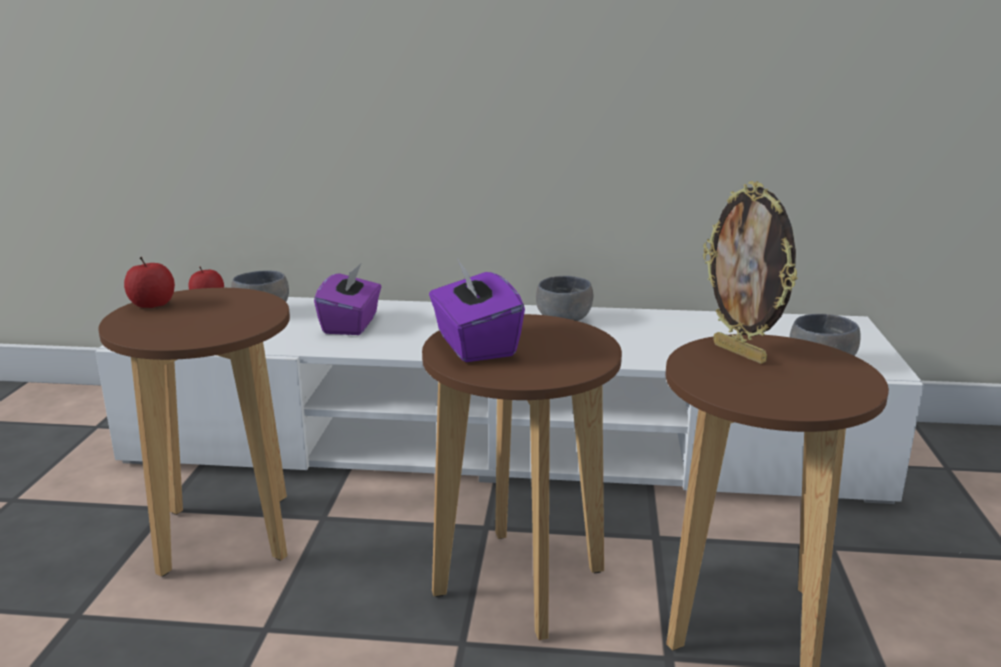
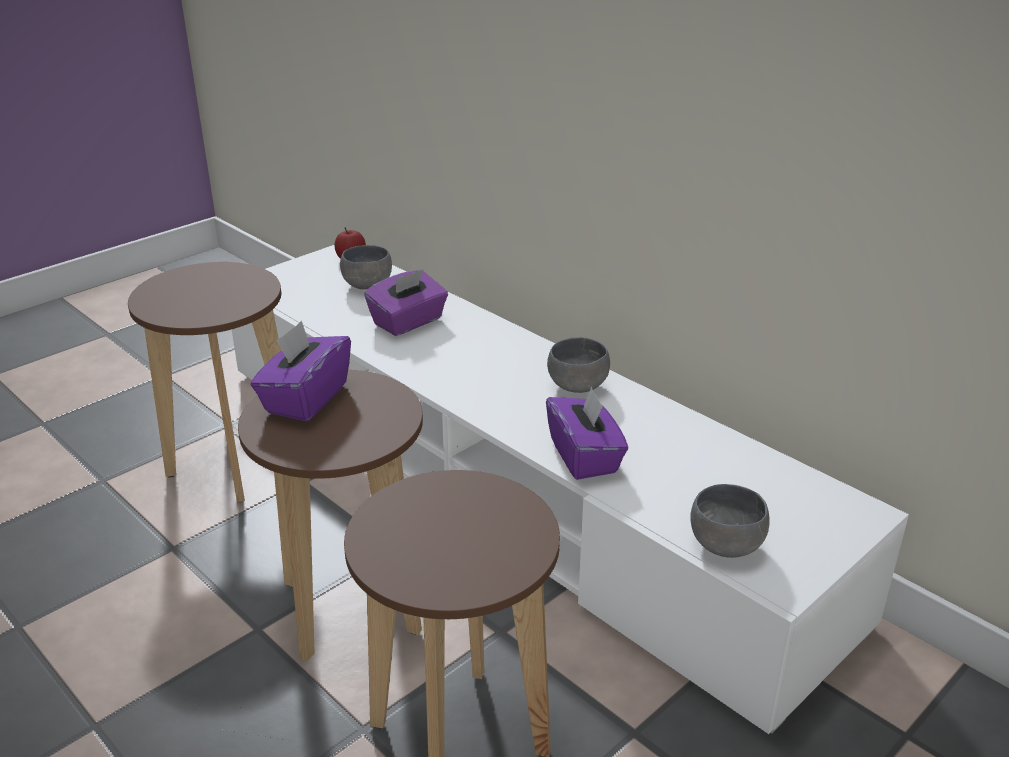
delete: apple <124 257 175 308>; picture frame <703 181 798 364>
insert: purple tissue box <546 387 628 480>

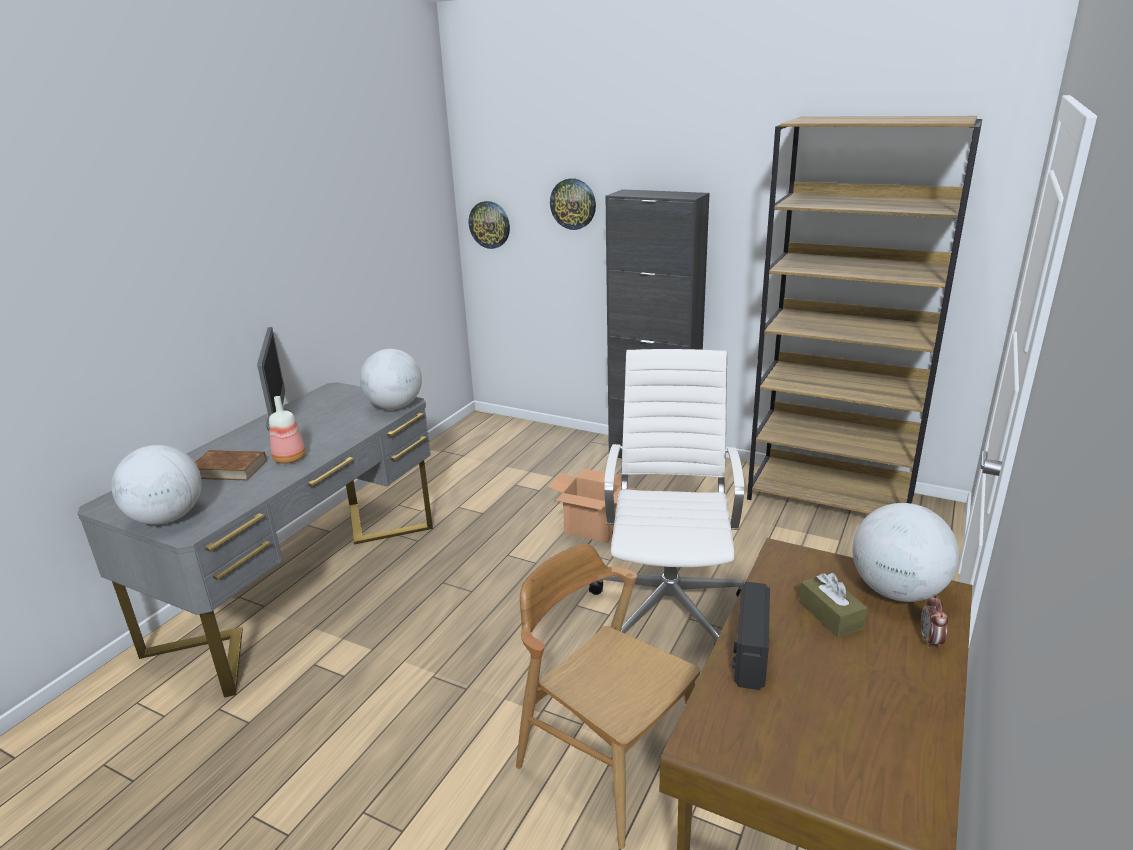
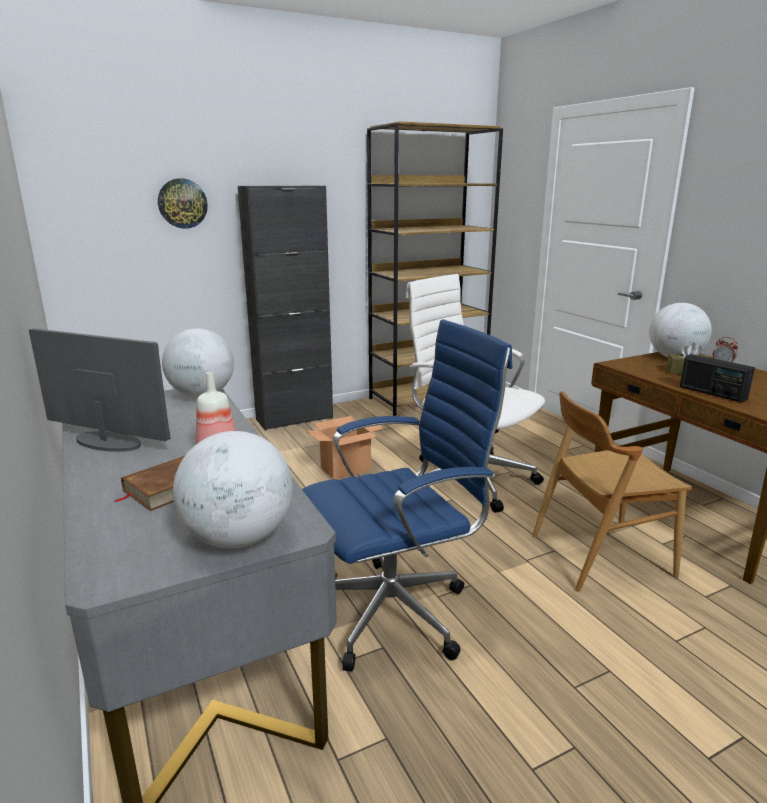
delete: wall clock <469 201 510 249>
insert: blue office chair <302 319 512 672>

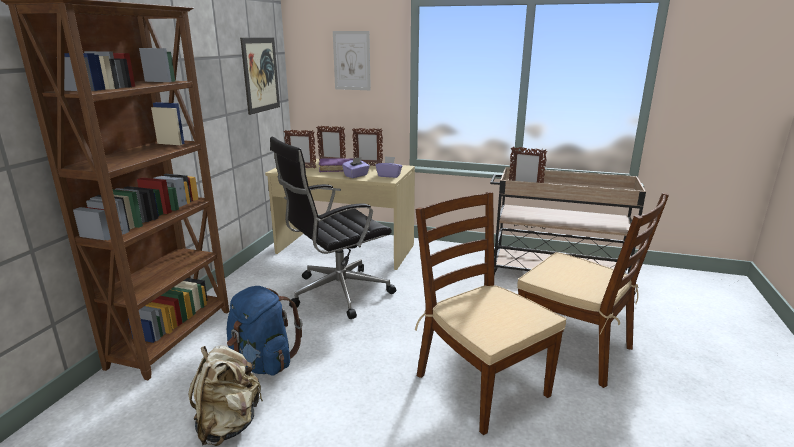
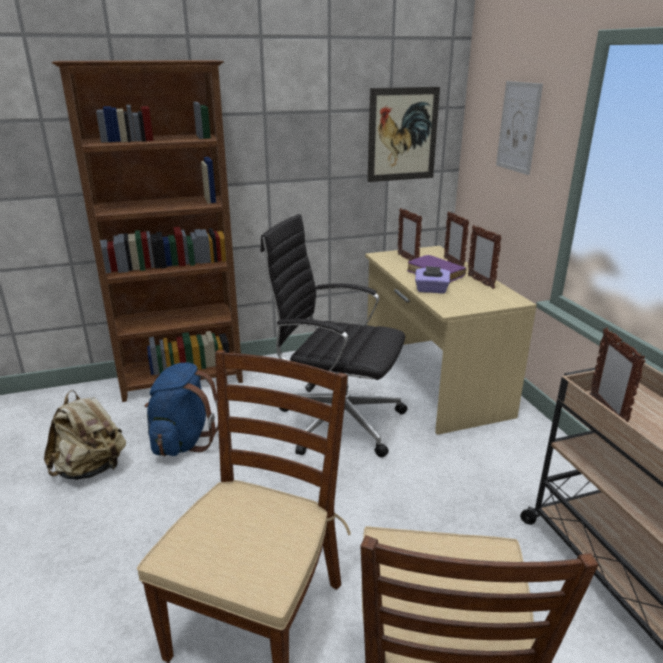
delete: purple tissue box <375 156 402 178>

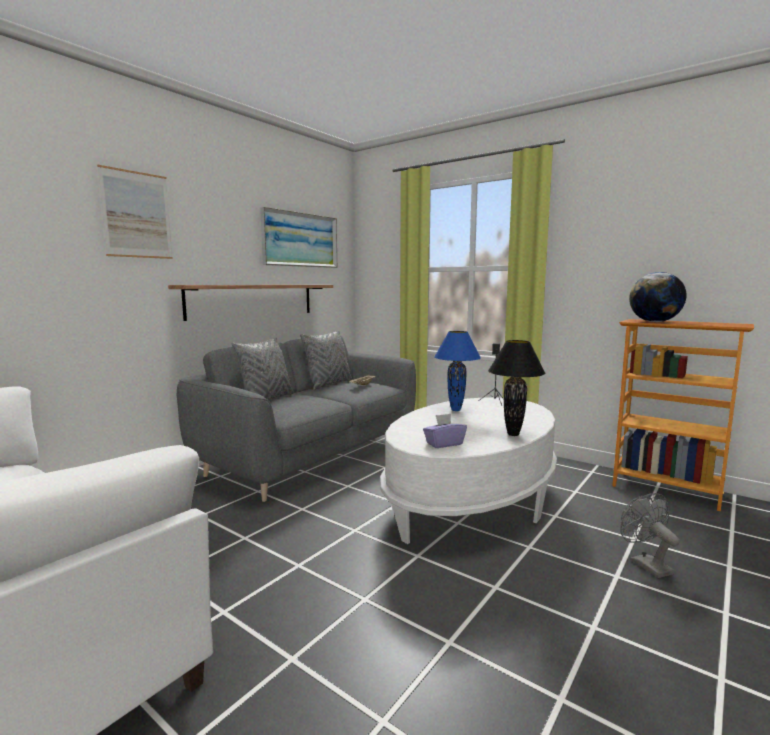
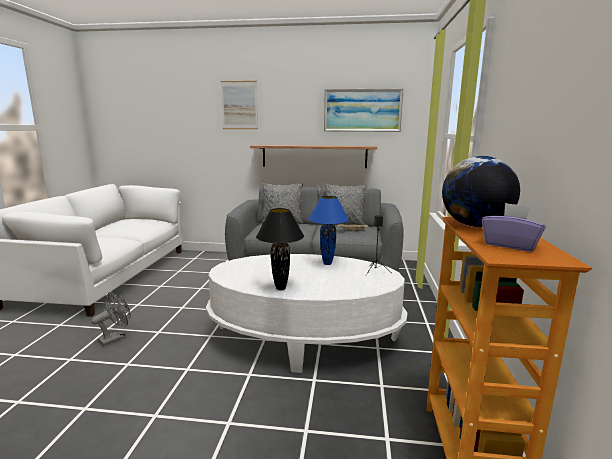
move: purple tissue box <423 413 467 448> to <482 203 546 252>; grey fan <620 493 680 578> to <91 292 131 346>

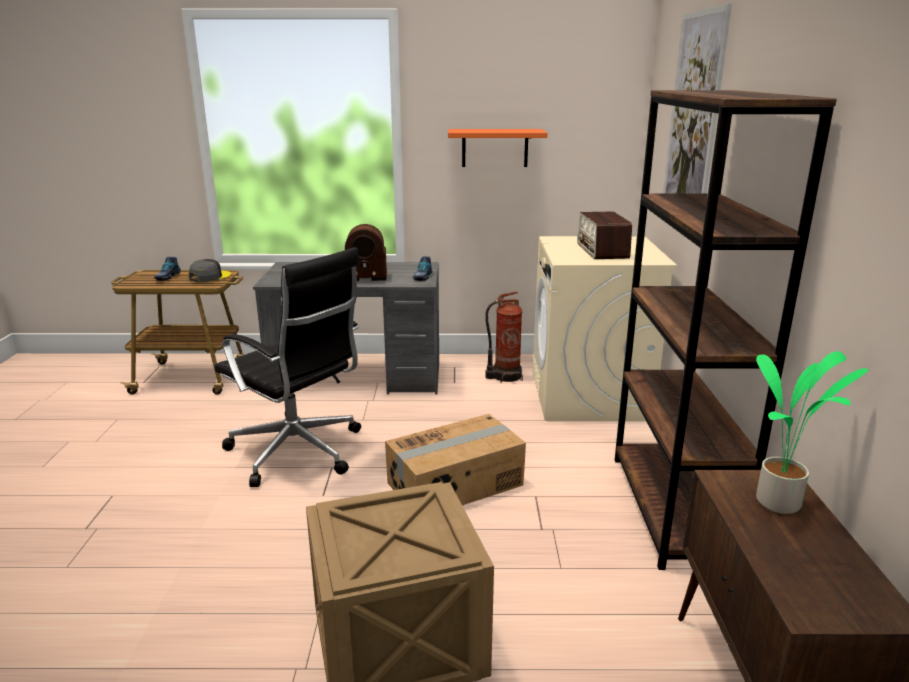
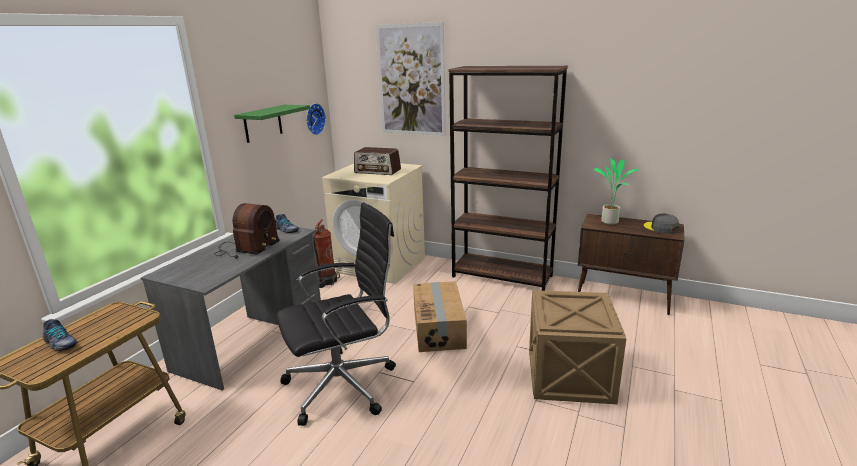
insert: wall clock <306 103 326 135>
move: grey cap <189 259 231 282> to <644 213 680 234>
recolor: orange shelf <448 129 548 167> to green shelf <234 105 310 143>

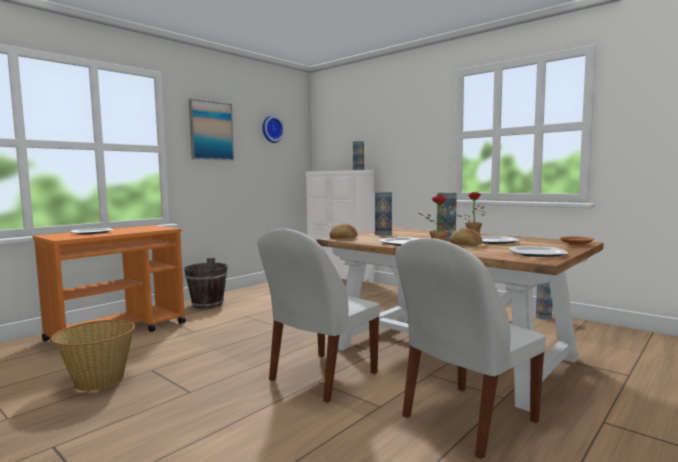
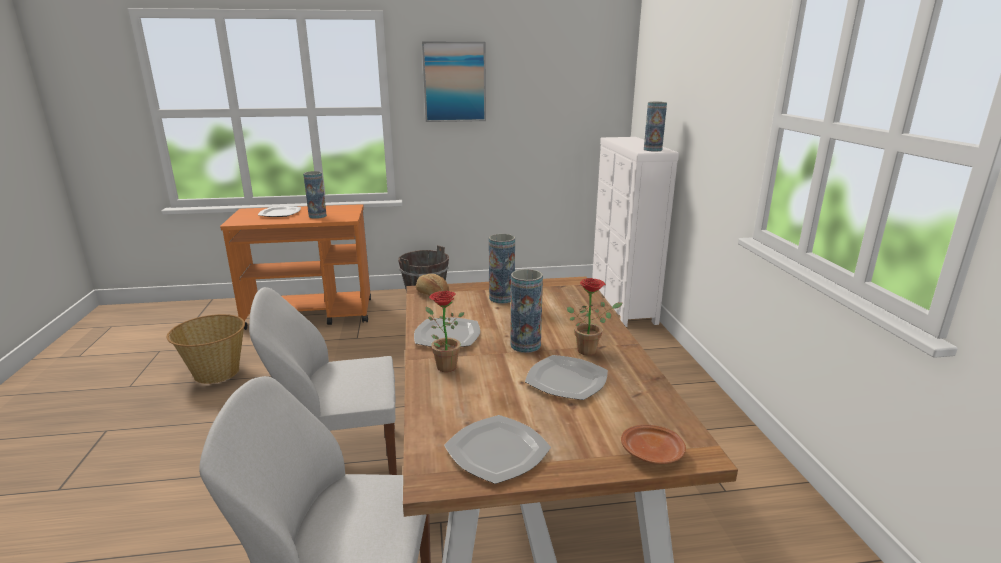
delete: wall clock <262 115 284 143>; bread <450 228 482 245>
move: vase <536 282 552 319> to <303 171 327 219>

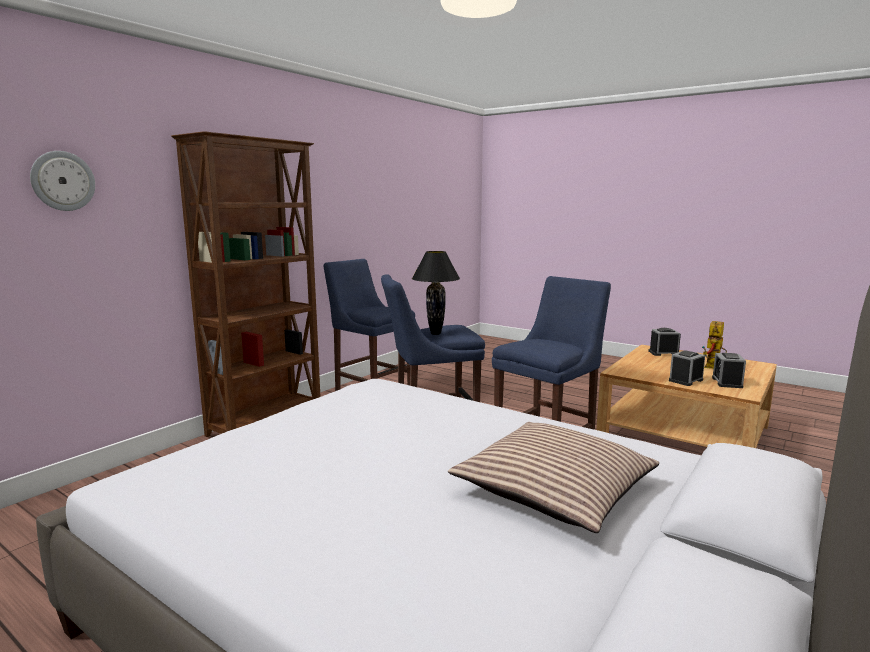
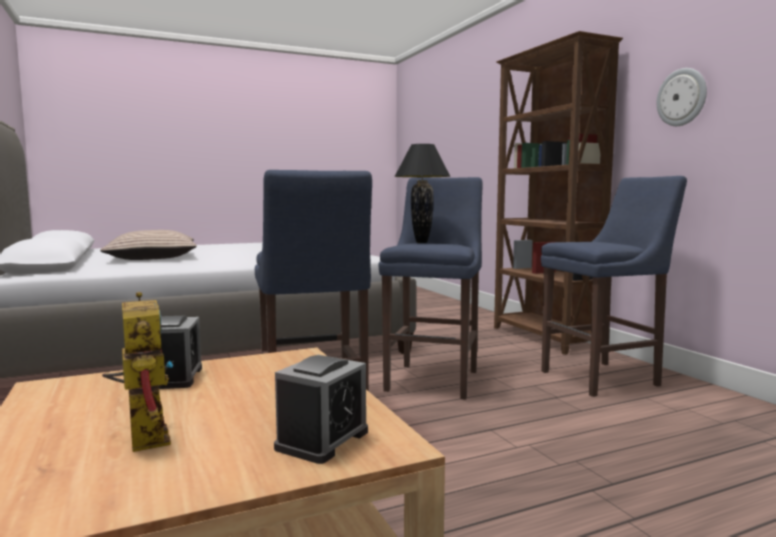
delete: alarm clock <712 353 746 388>
move: wall clock <30 151 95 211> to <657 68 707 126>

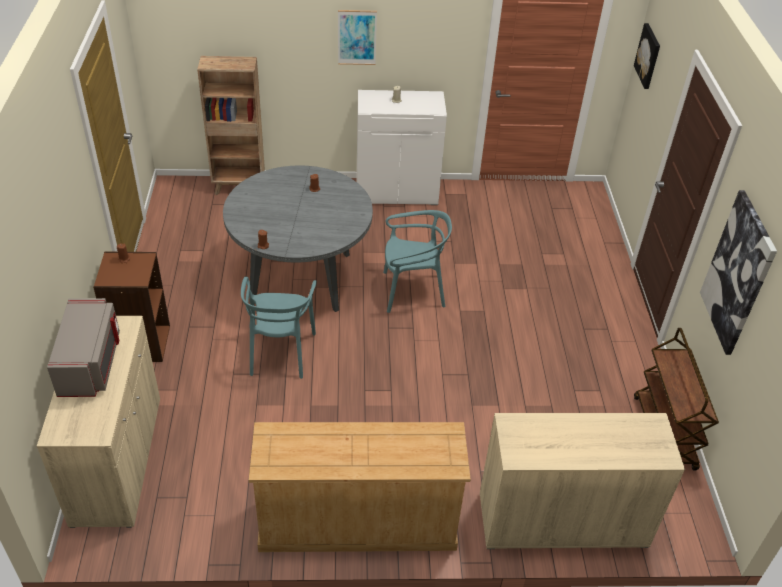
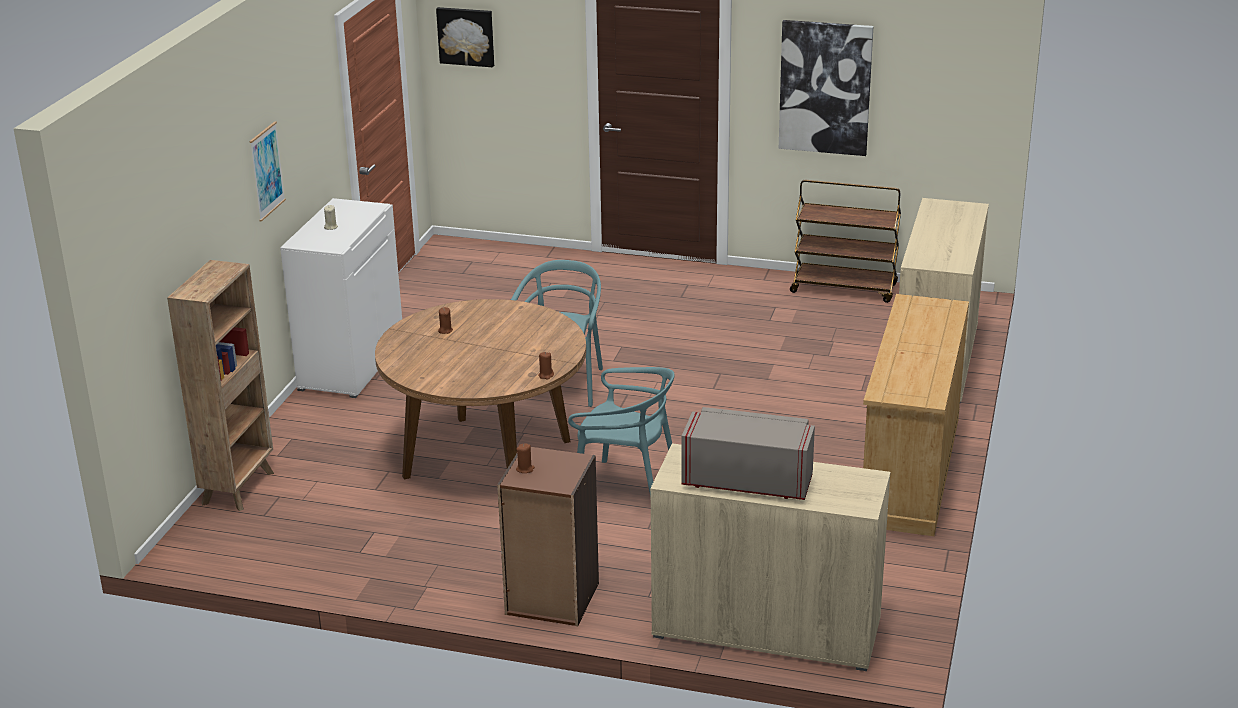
recolor: grey dining table <223 166 373 312> to brown dining table <375 299 586 479>

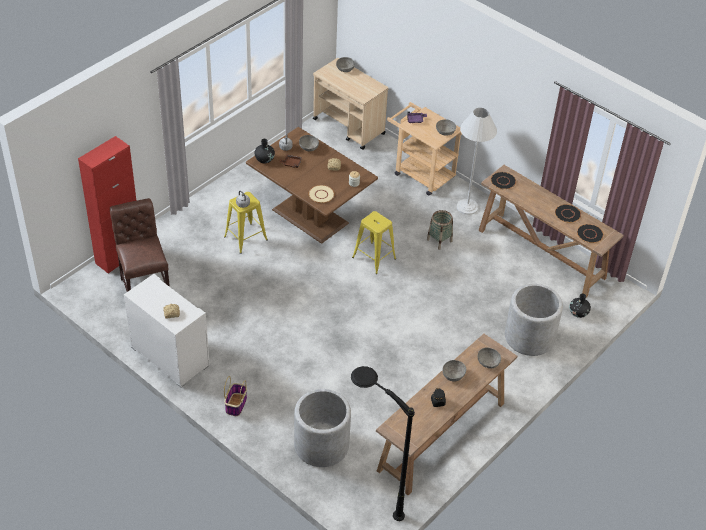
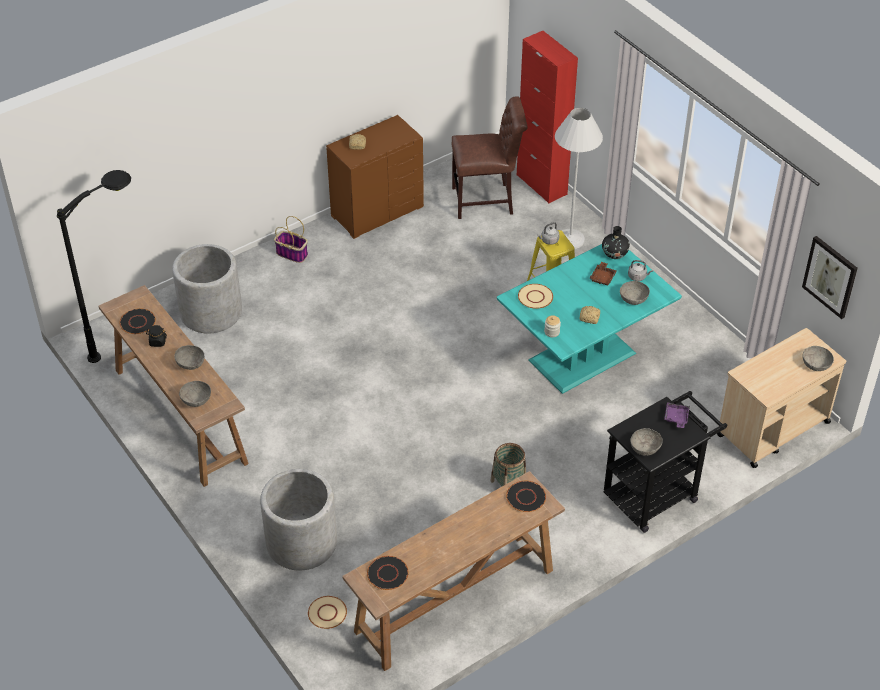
delete: yellow stool <352 211 396 274>
insert: picture <802 236 858 319>
move: white floor lamp <457 108 497 215> to <555 108 603 249>; black plate <555 204 581 223> to <119 308 156 334>
replace: black vase <569 293 591 318> to beige plate <308 596 347 629>
recolor: white dresser <124 274 210 387> to brown dresser <326 115 424 239>; brown dining table <246 127 378 244> to turquoise dining table <497 244 682 394>; beige cart <387 102 462 196> to black cart <604 391 727 533>

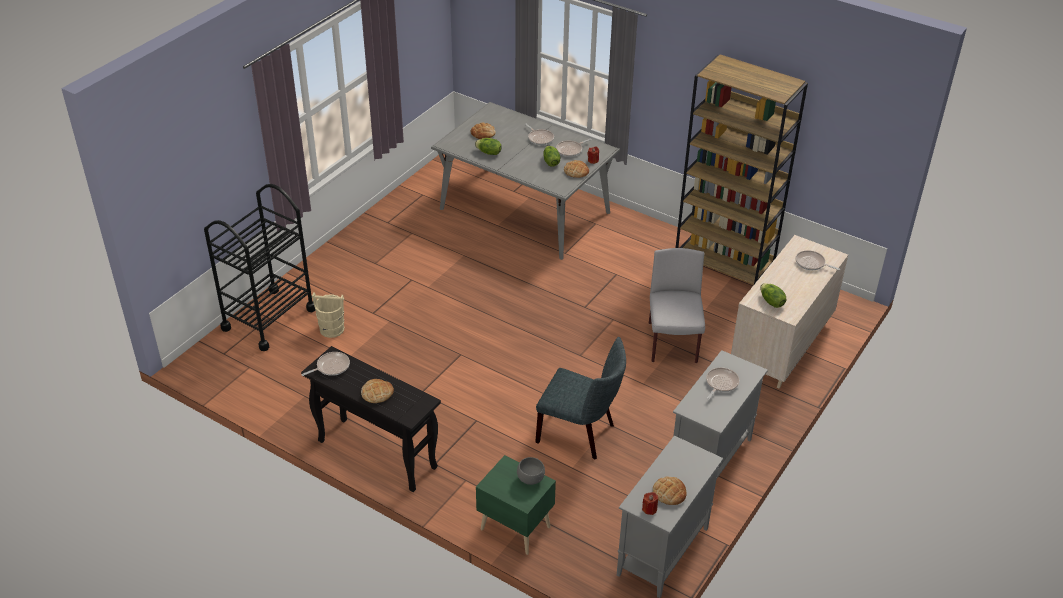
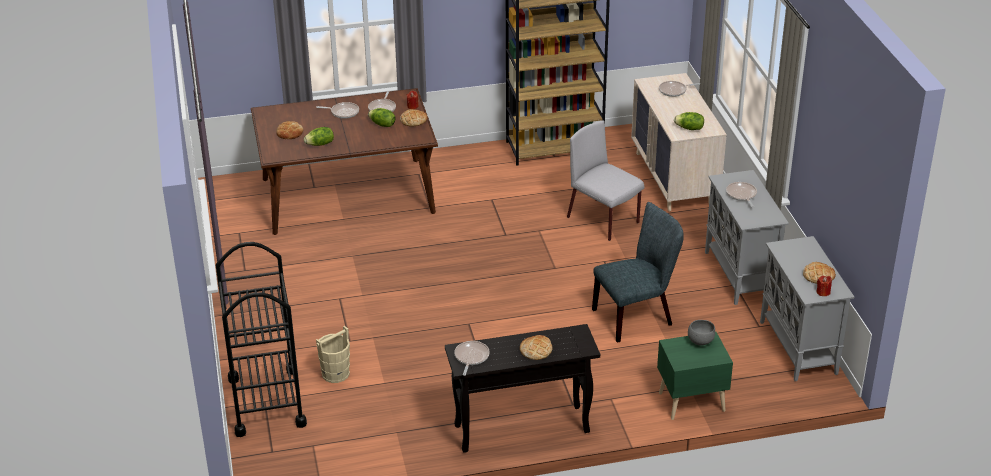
recolor: grey dining table <431 102 620 260> to brown dining table <251 88 438 235>

